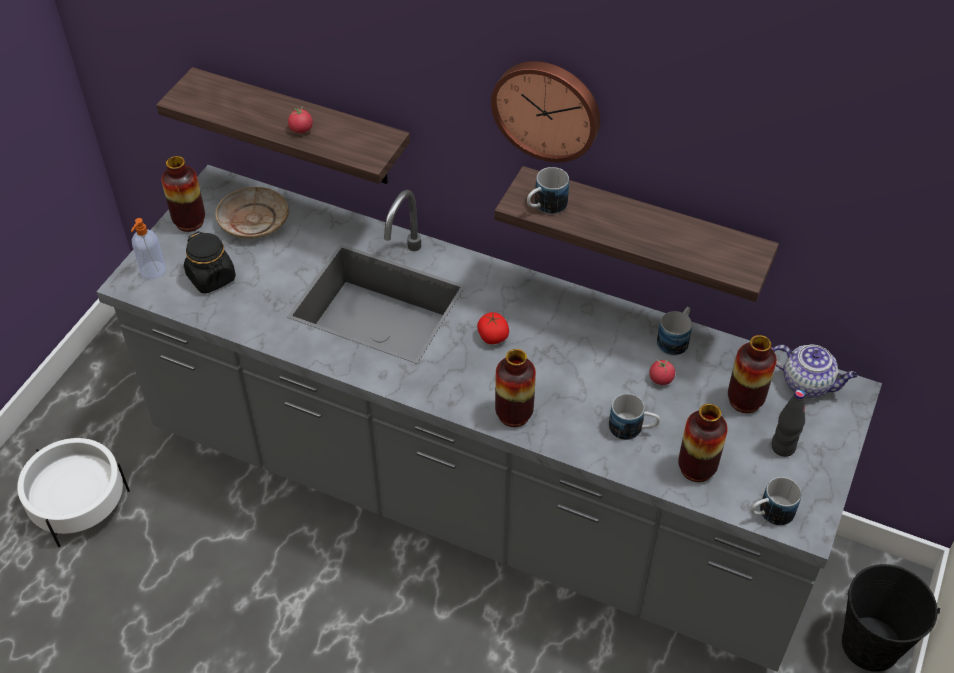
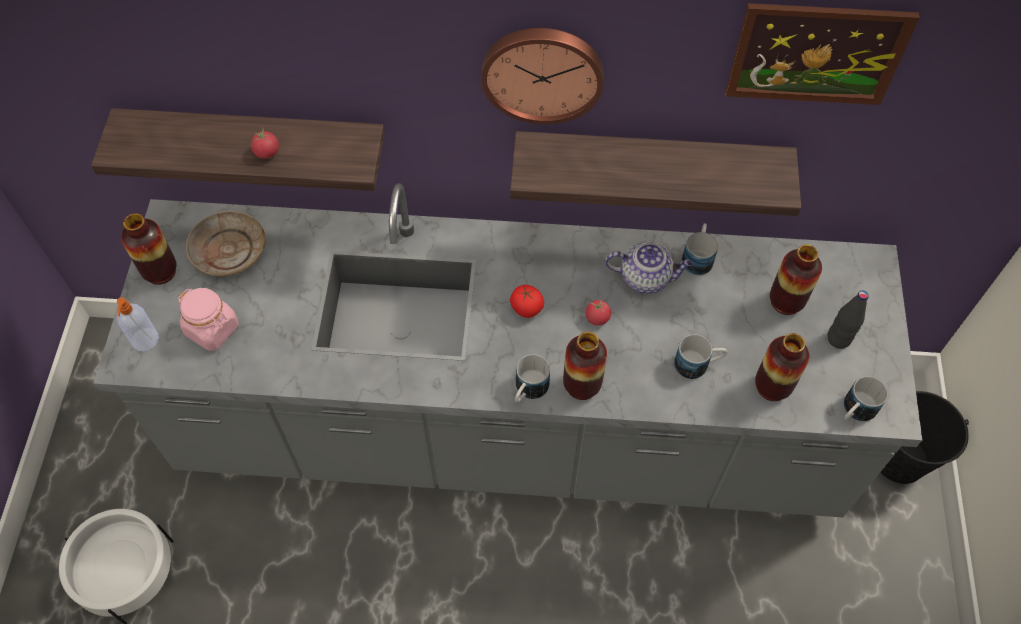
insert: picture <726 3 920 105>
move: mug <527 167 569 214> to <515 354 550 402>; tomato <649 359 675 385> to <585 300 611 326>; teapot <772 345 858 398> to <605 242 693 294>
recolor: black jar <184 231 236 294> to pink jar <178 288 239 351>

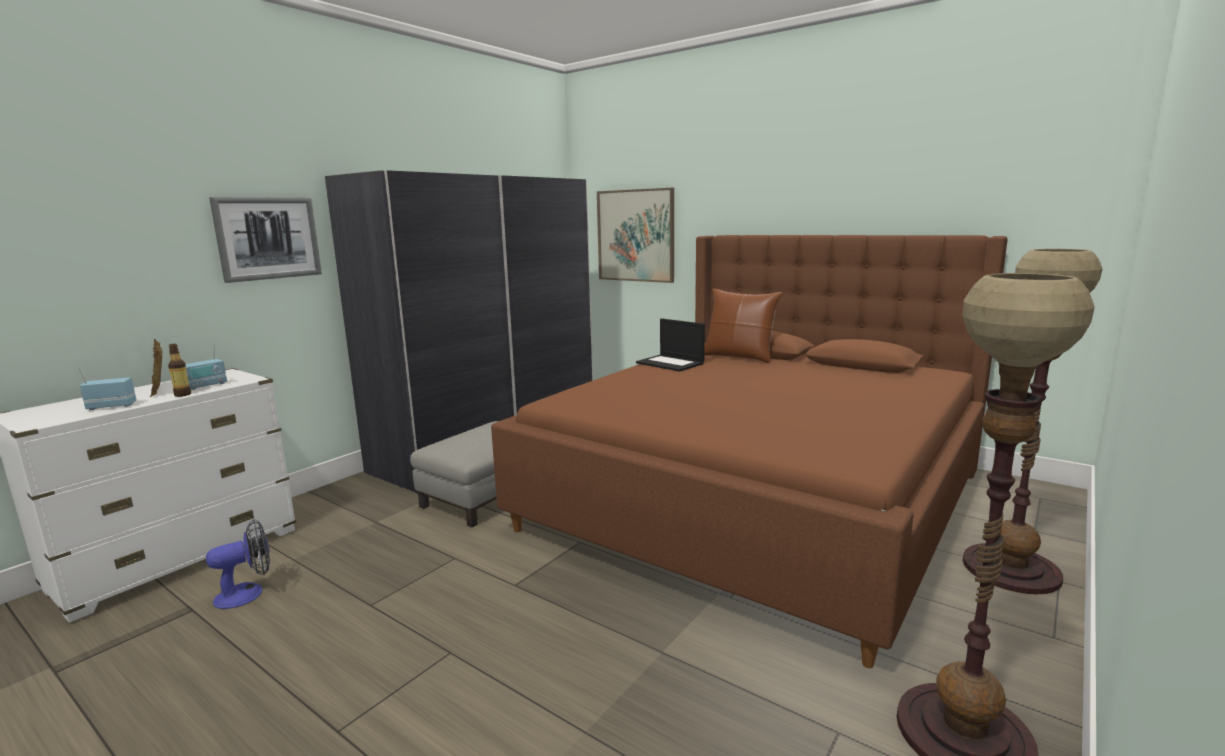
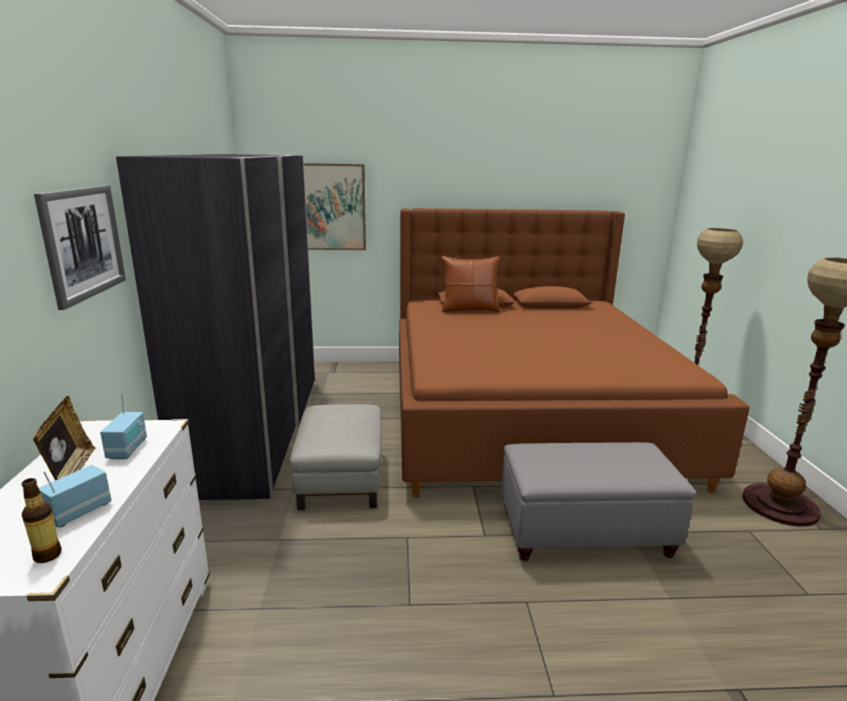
delete: fan <206 519 270 609>; laptop <636 318 705 372>
insert: grey ottoman <501 442 697 561>
move: bottle <168 344 191 397> to <22 478 62 563>
rotate: picture frame <150 339 162 397> = <33 396 96 480> 120 degrees counterclockwise

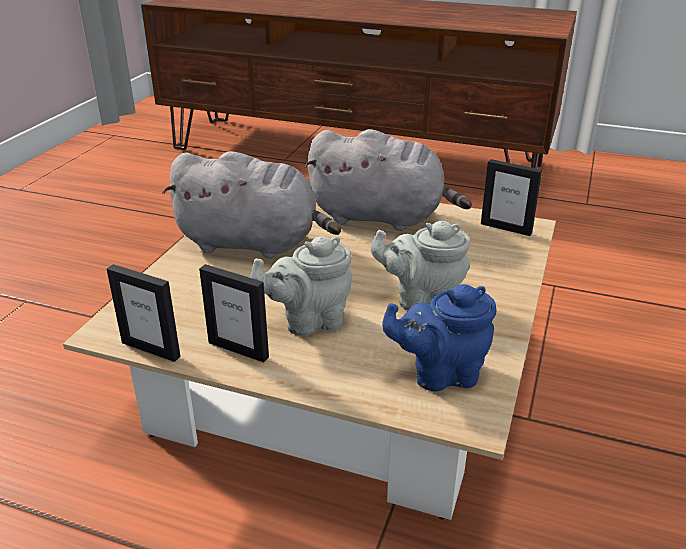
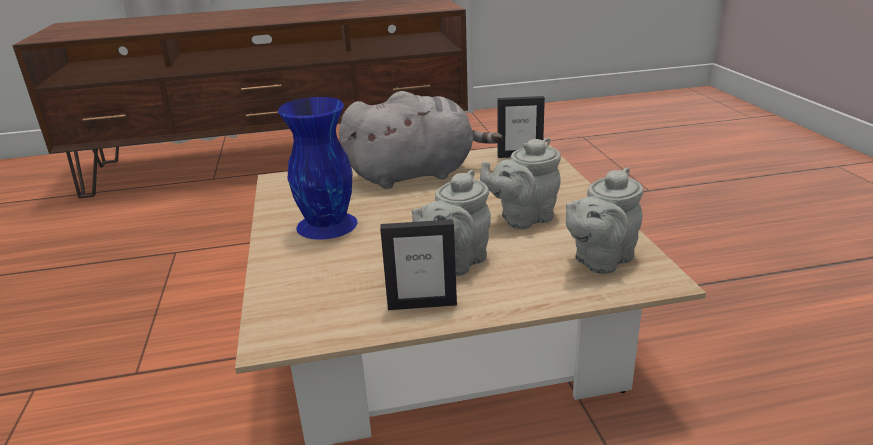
delete: picture frame <107 264 181 362>
replace: grey plush toy <162 151 341 259> to blue vase <278 97 357 240>
recolor: blue teapot <382 284 497 392> to grey teapot <566 167 644 274>

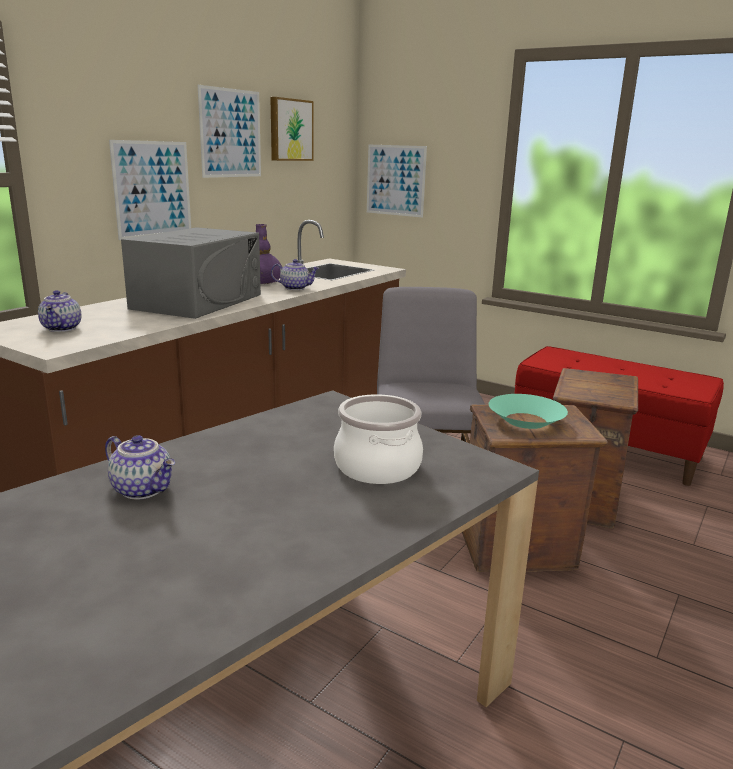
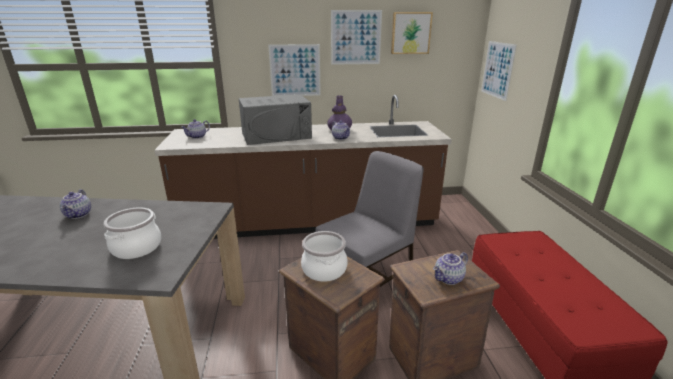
insert: teapot <433 252 468 285>
replace: turquoise bowl <489 394 568 429> to cooking pot <301 231 348 282>

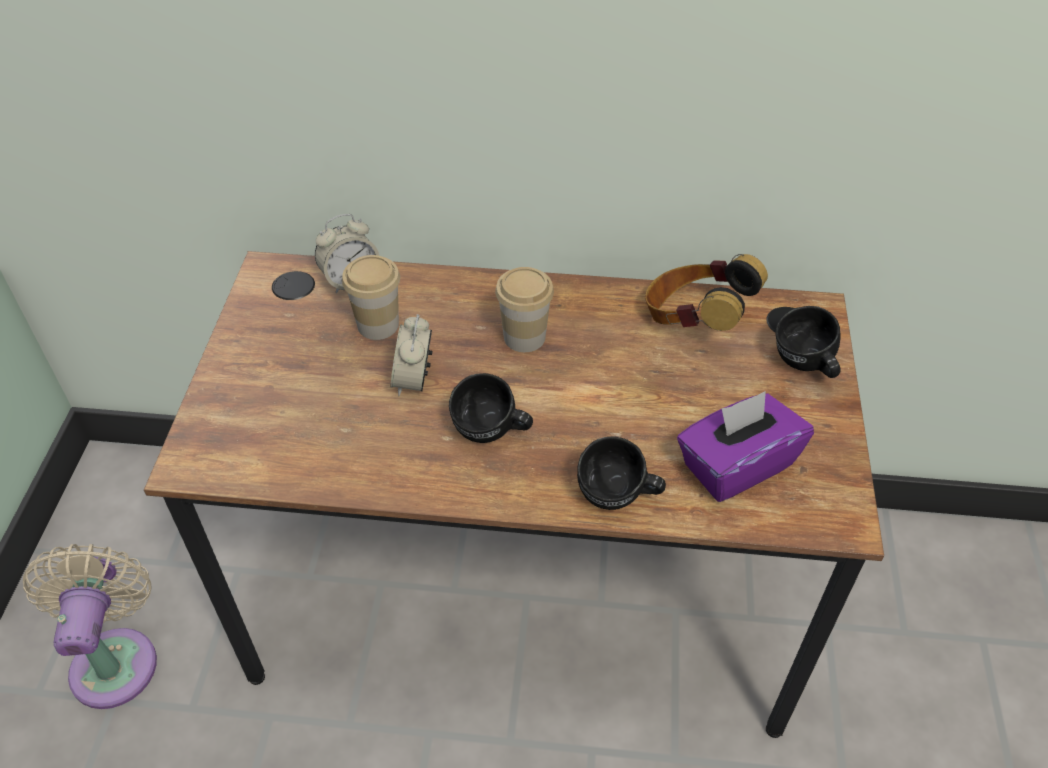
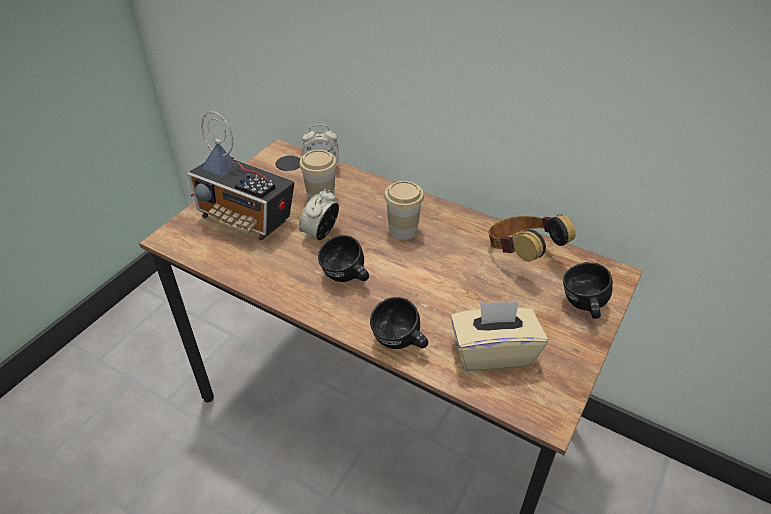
delete: beige fan <23 544 157 709>
insert: radio <187 111 294 240>
recolor: purple tissue box <677 391 814 502> to beige tissue box <450 301 548 371>

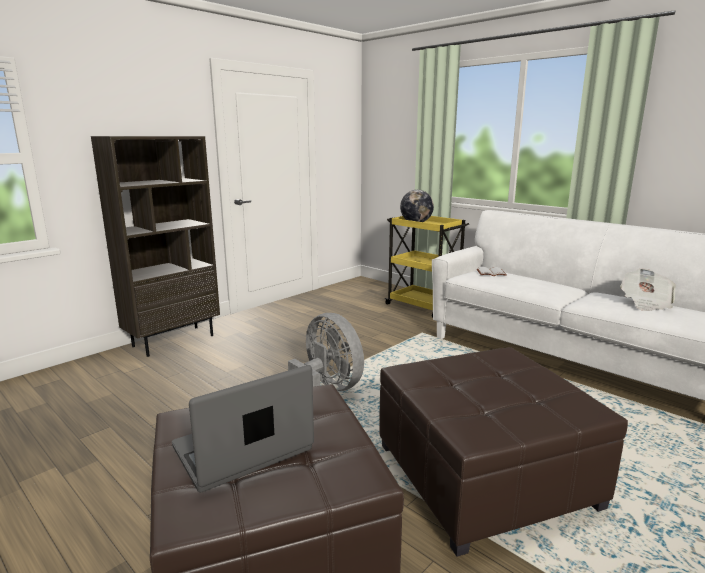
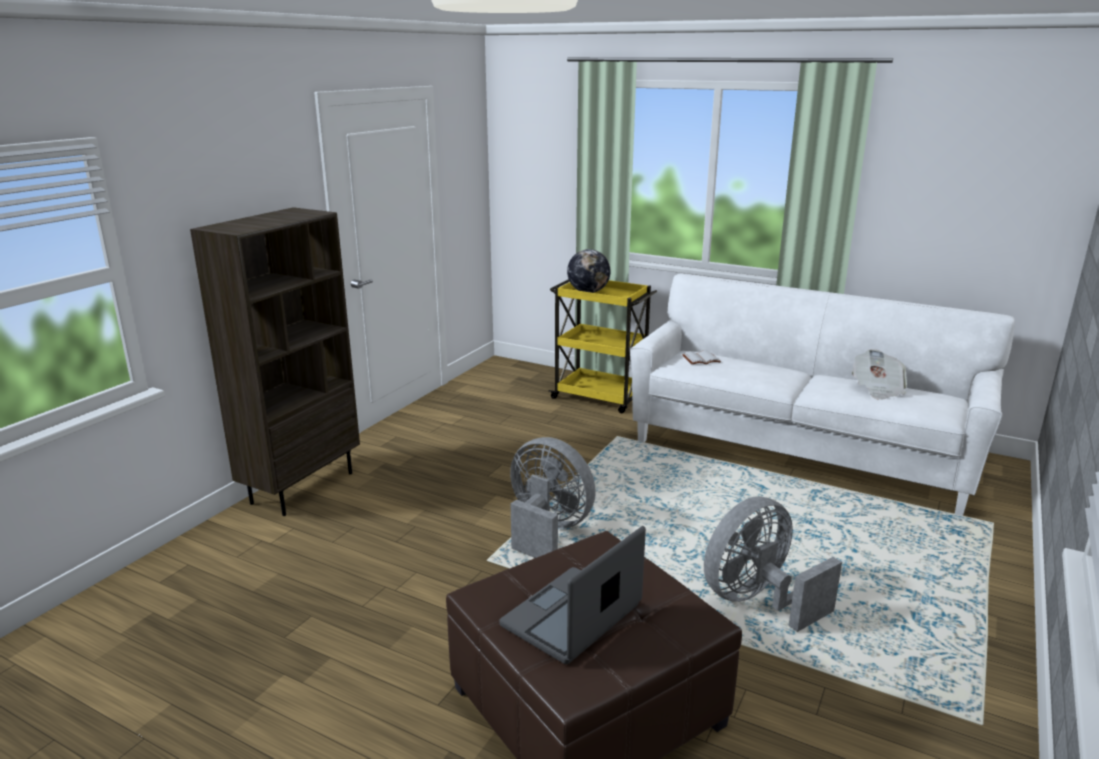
replace: brown ottoman <379 347 628 557> to grey fan <704 496 842 632>

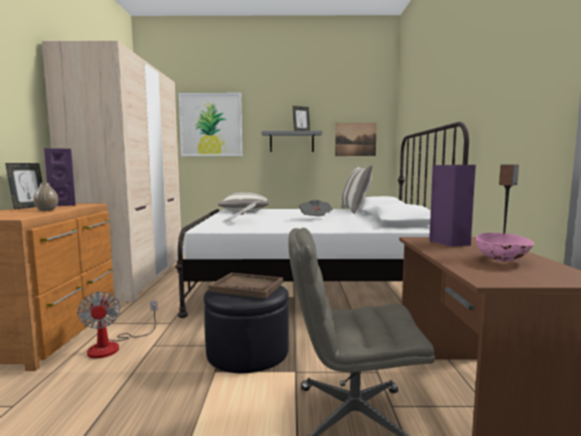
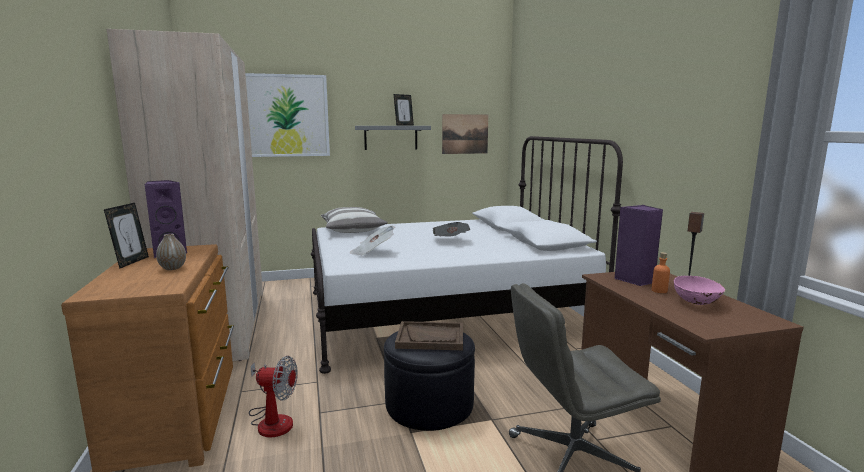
delete: pillow <341 165 372 214>
insert: orange bottle <652 252 670 293>
rotate: fan <77 292 158 358> = <249 356 298 437> 45 degrees counterclockwise

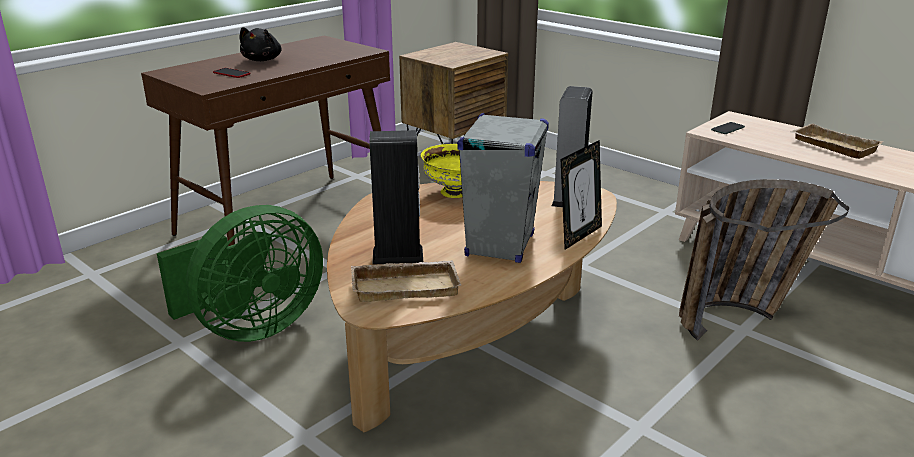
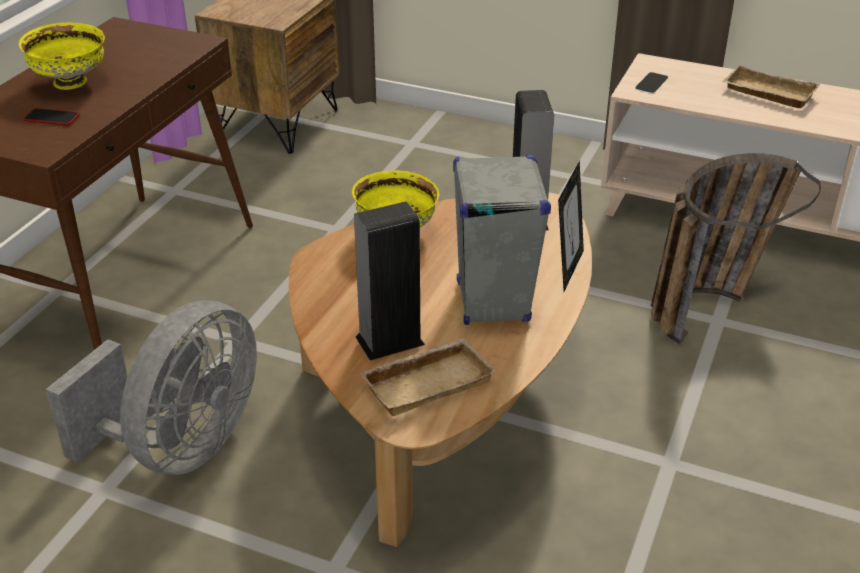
replace: black plush toy <240 27 281 61> to yellow bowl <19 23 105 90>
recolor: green fan <157 205 323 342> to grey fan <46 300 257 475>

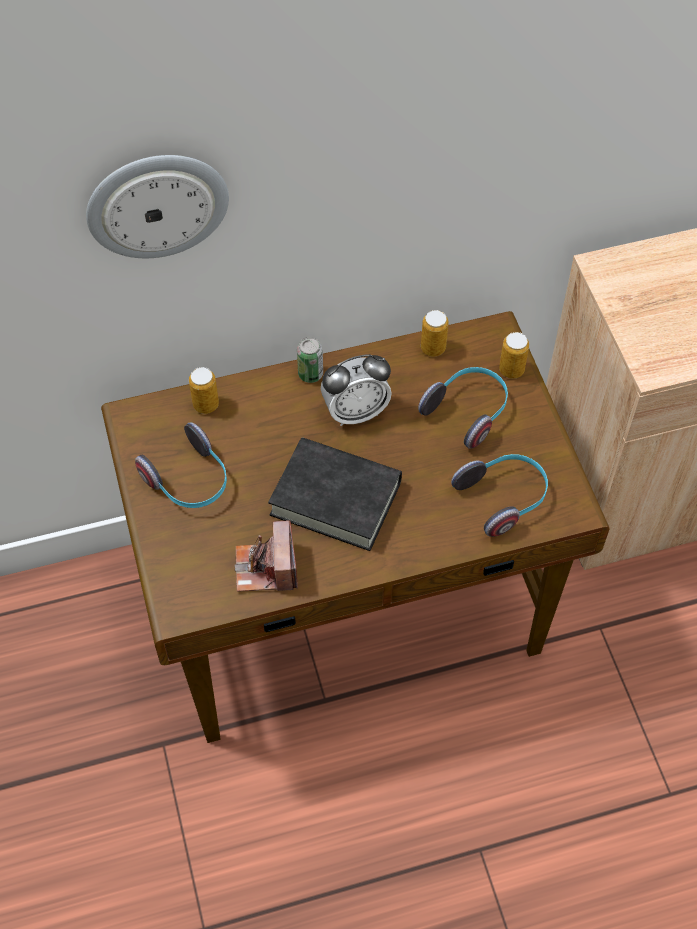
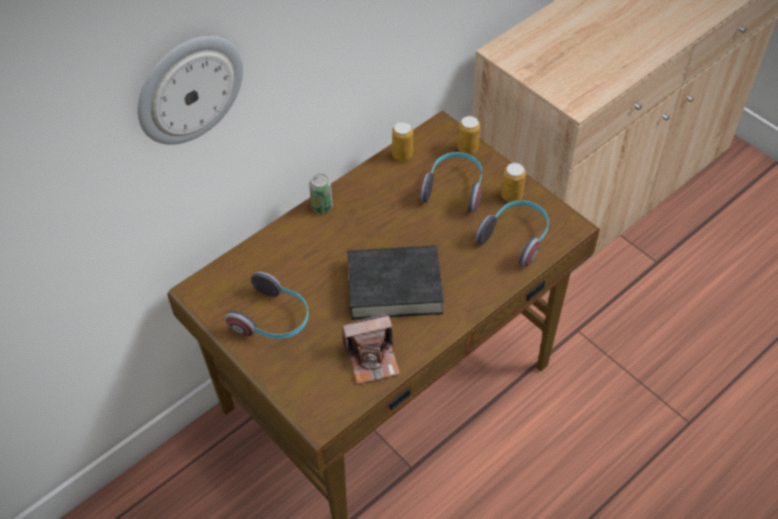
delete: alarm clock <321 354 392 426>
move: can <189 367 219 414> to <502 163 526 202>
rotate: photo camera <235 521 298 592> = <342 312 400 384> 75 degrees counterclockwise

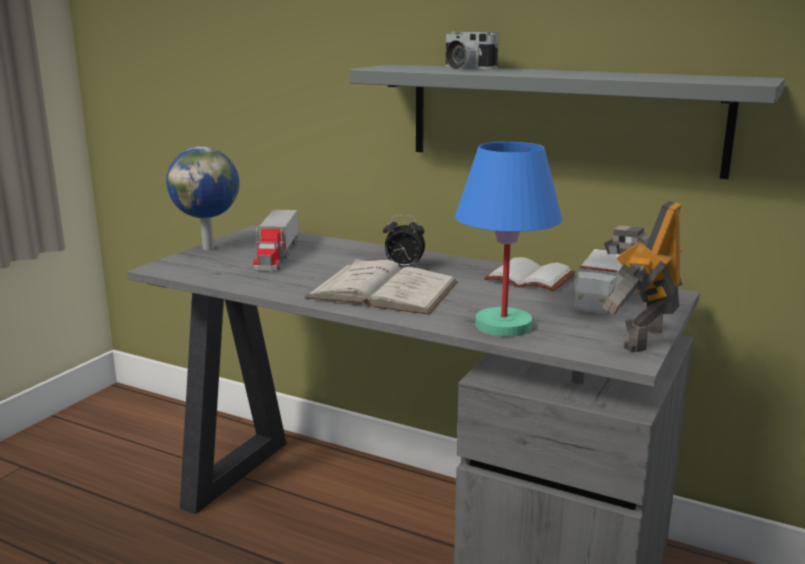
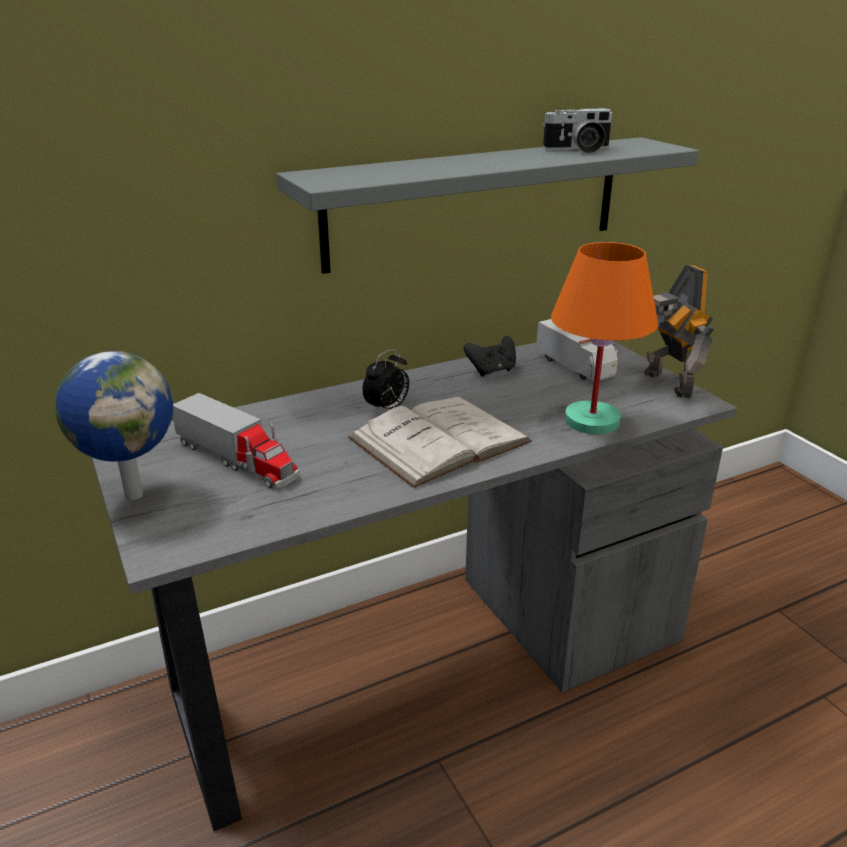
move: photo camera <446 31 498 70> to <542 108 613 153>
replace: white book <484 257 575 291> to black game controller <464 336 516 377>
recolor: blue table lamp <455 142 562 337> to orange table lamp <551 242 658 434>

